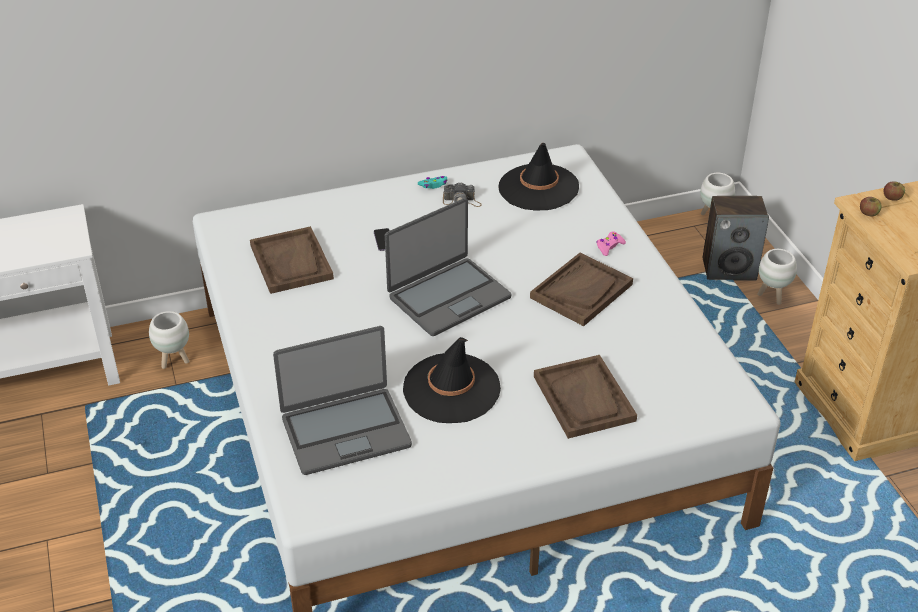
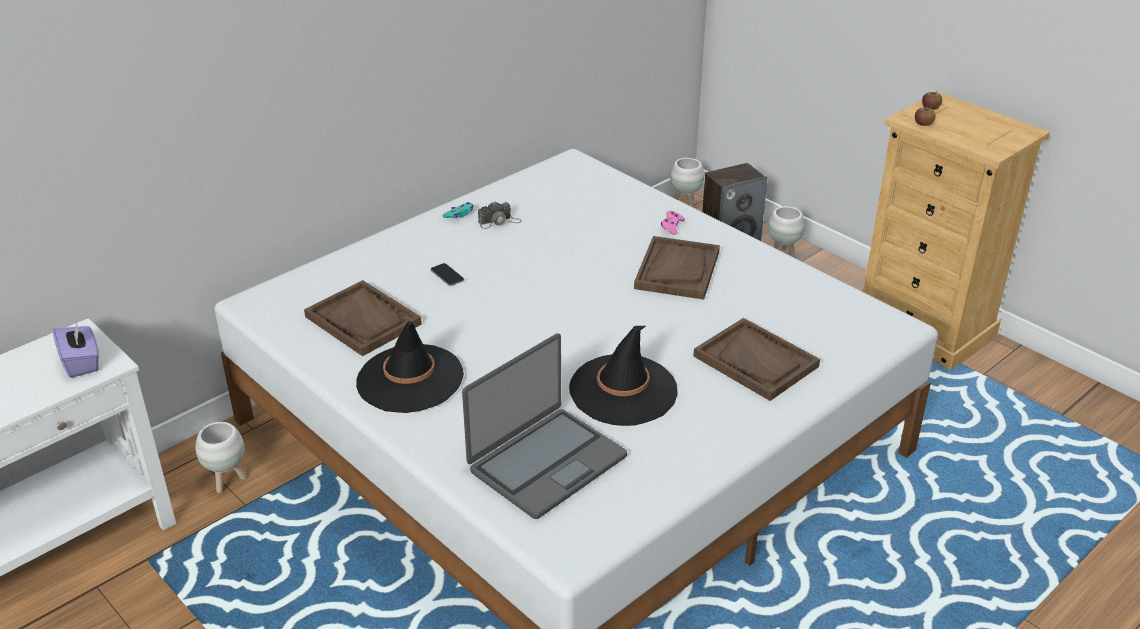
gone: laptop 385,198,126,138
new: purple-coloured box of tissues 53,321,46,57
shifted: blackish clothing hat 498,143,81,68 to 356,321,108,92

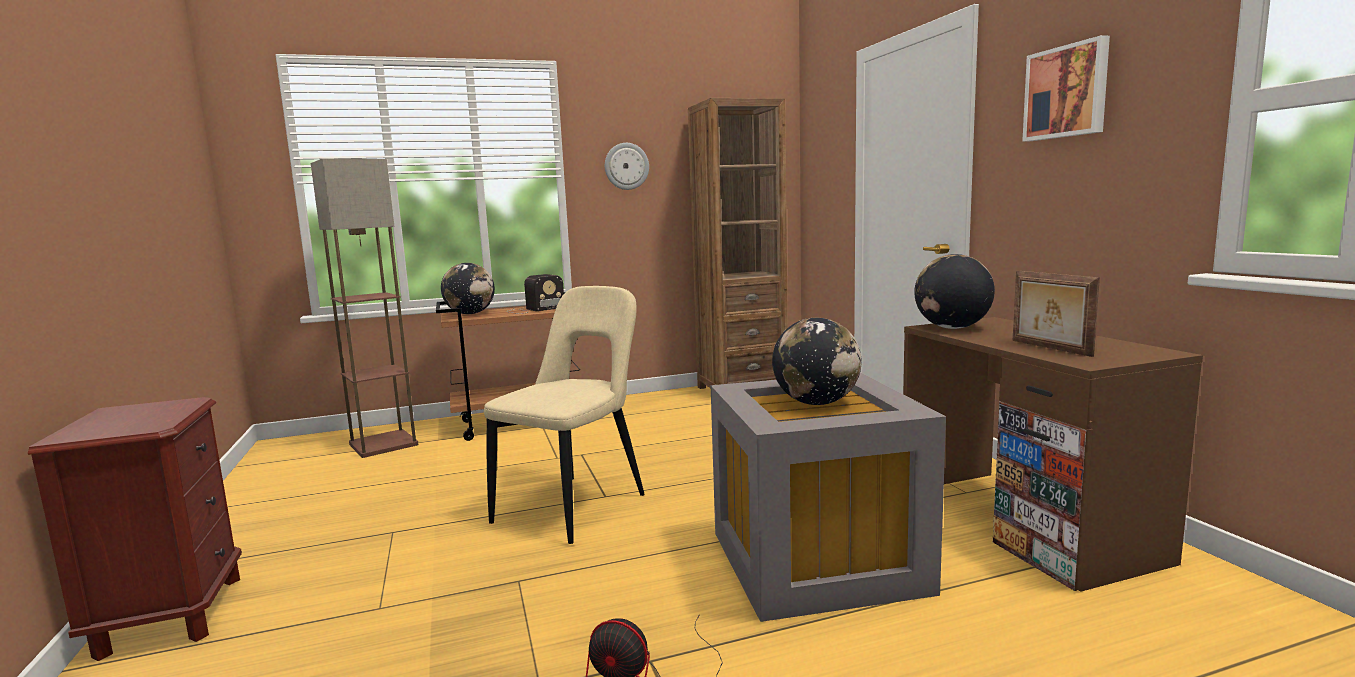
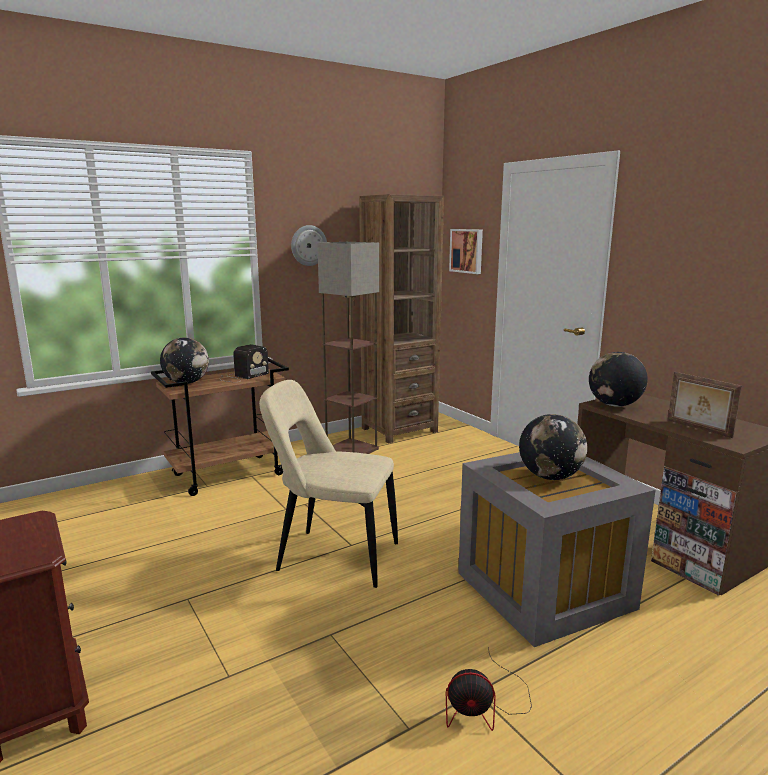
shifted: standard lamp 311,159,108,299 to 317,242,62,212; picture 1022,35,88,106 to 449,229,34,45
rotated: beige chair 484,286,161,258 = 259,380,139,208 90 degrees counterclockwise

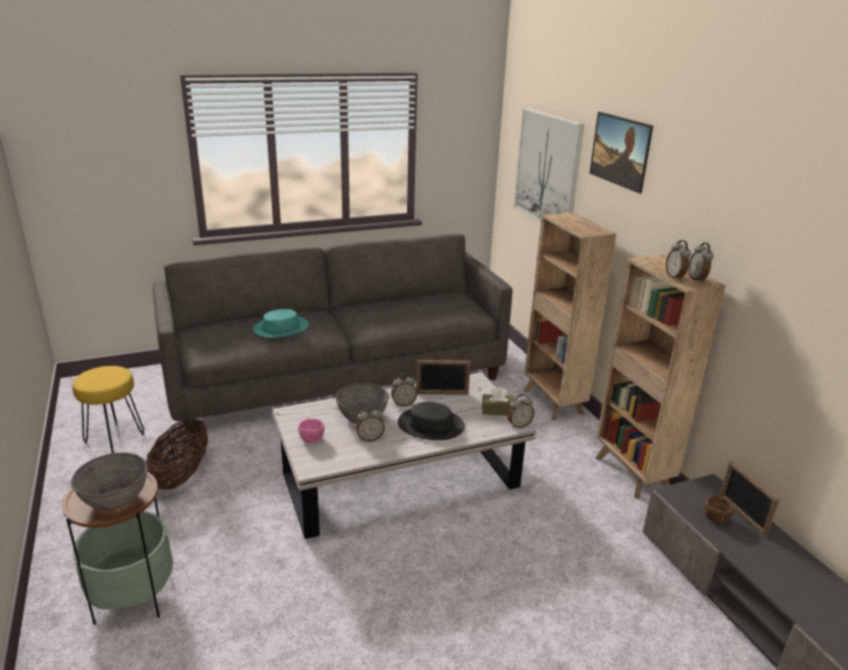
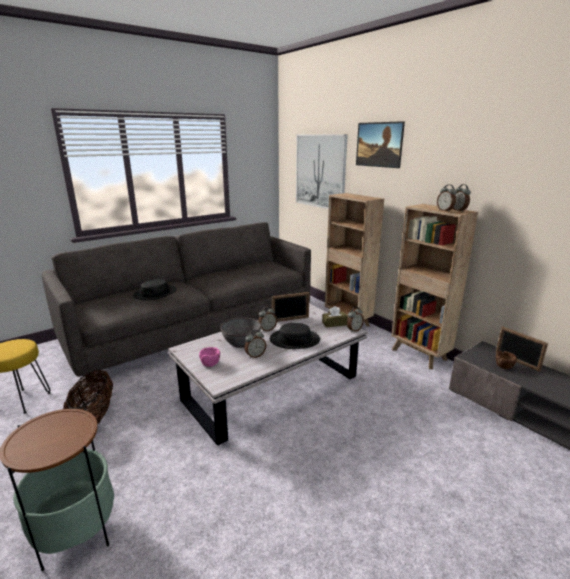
gone: grey bowl 71,453,77,58
repainted: turquoise clothing hat 253,309,56,29 to blackish clothing hat 133,279,43,21

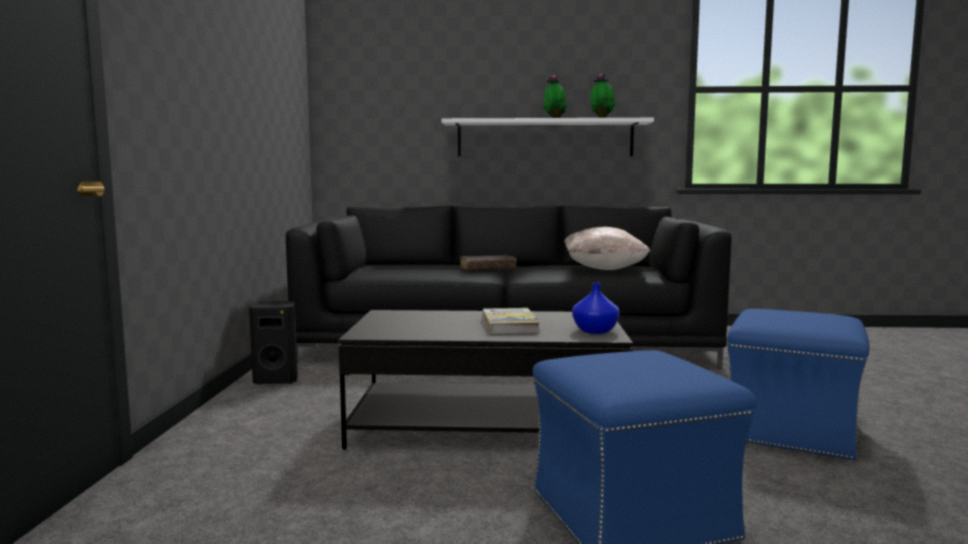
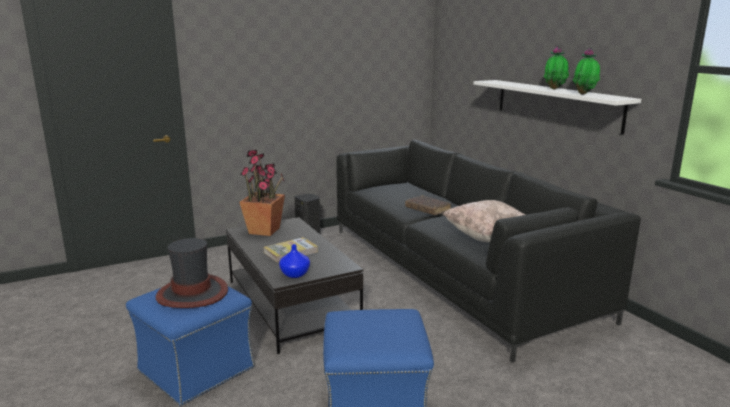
new: clothing hat 156,238,72,70; potted plant 239,150,46,86

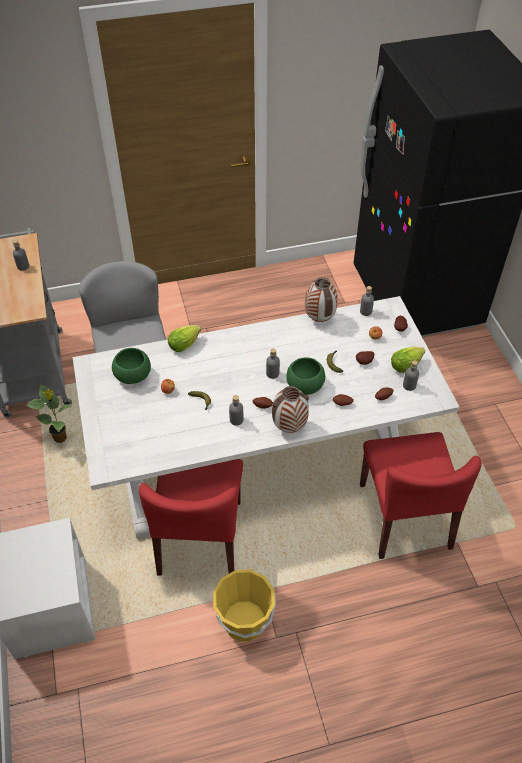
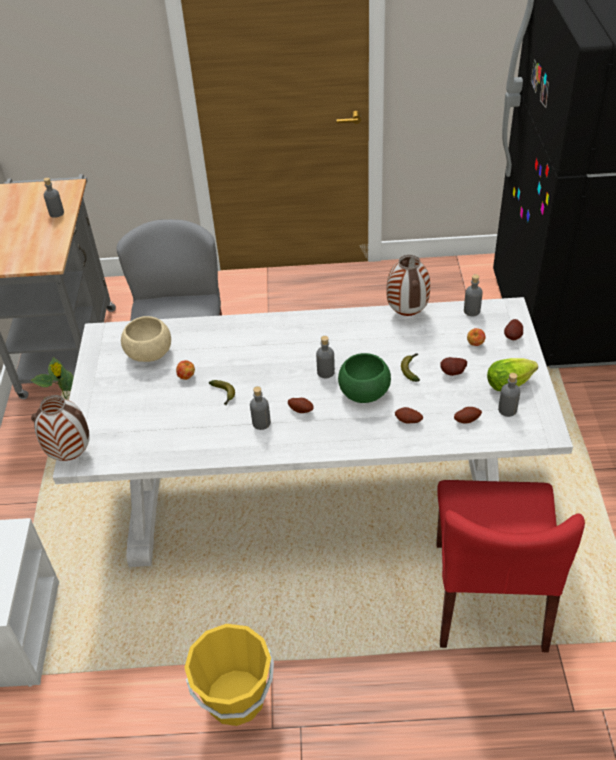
gone: reddish chair 139,459,104,117; head of lettuce 168,325,33,27
shifted: decorative vase 272,386,37,47 to 31,395,59,66
repainted: green-coloured bowl 112,348,39,36 to beige bowl 121,316,50,46

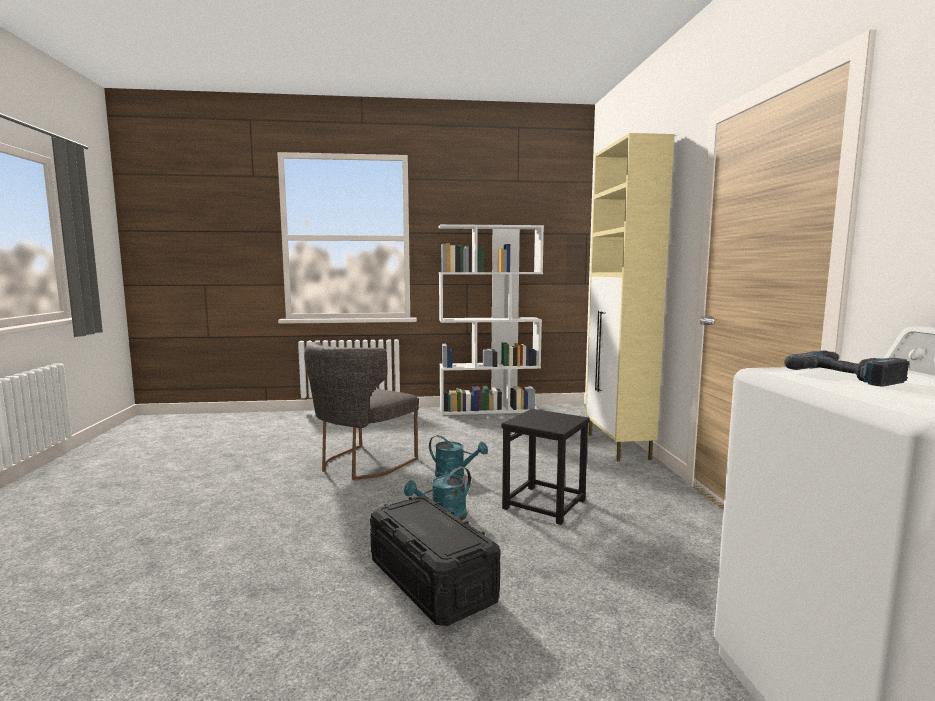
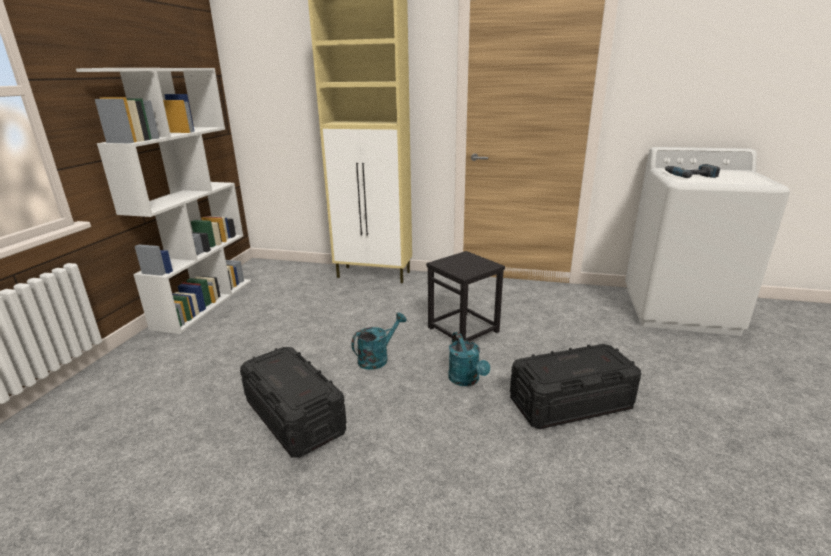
swapped: grey chair 304,341,115,139 to blackish storage bin 240,347,106,111

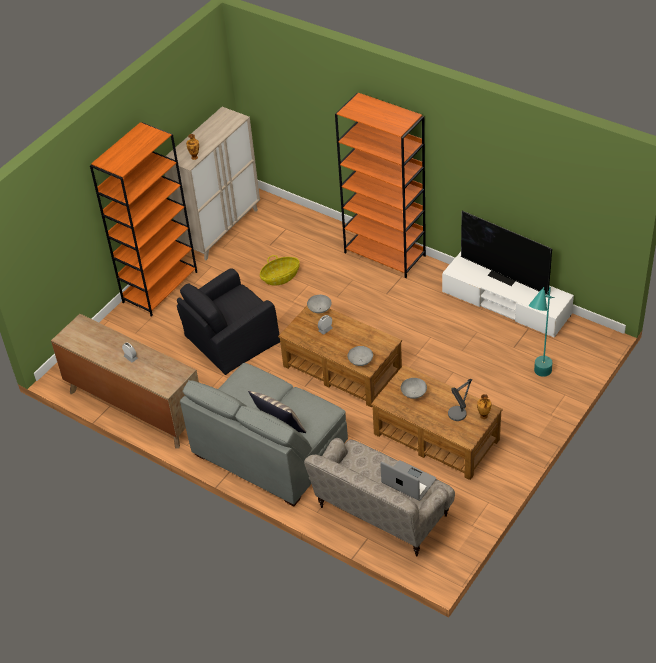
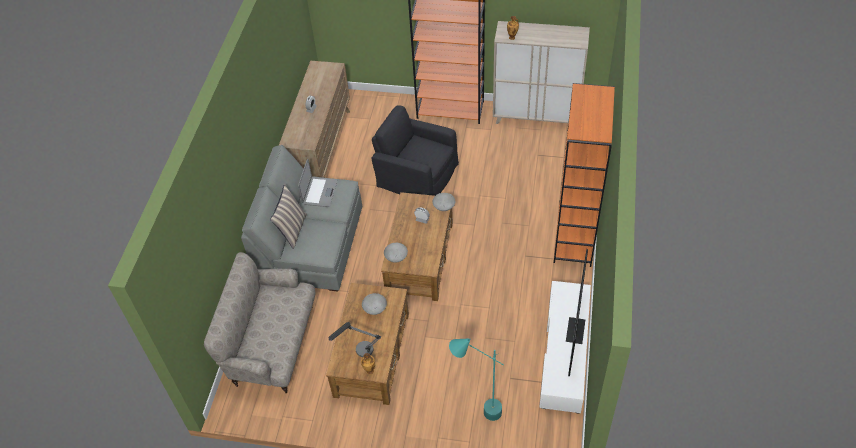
gone: household basket 260,255,40,30
shifted: laptop 380,460,56,41 to 298,159,40,48

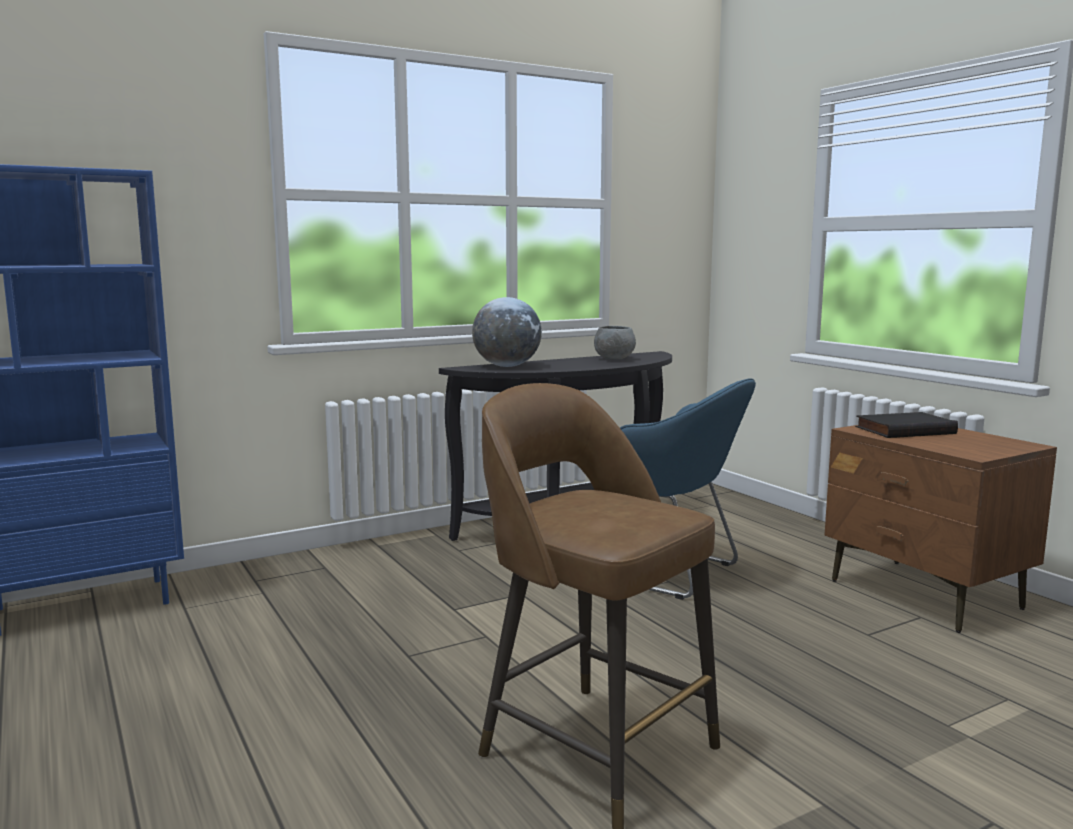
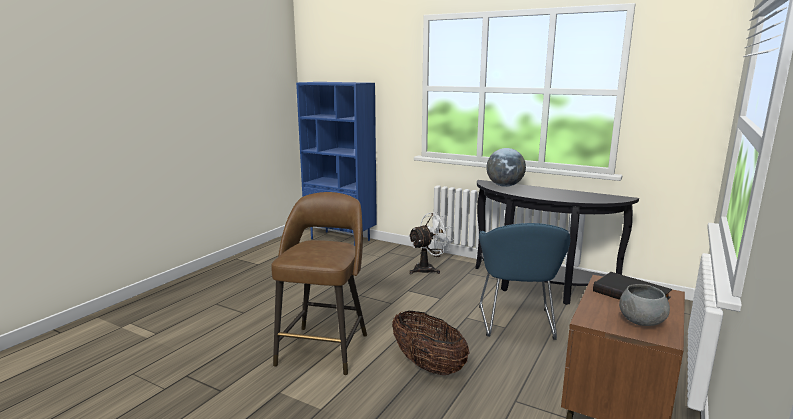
new: household basket 392,311,77,64; white fan 408,212,46,62
shifted: grey bowl 594,326,42,34 to 619,284,51,42

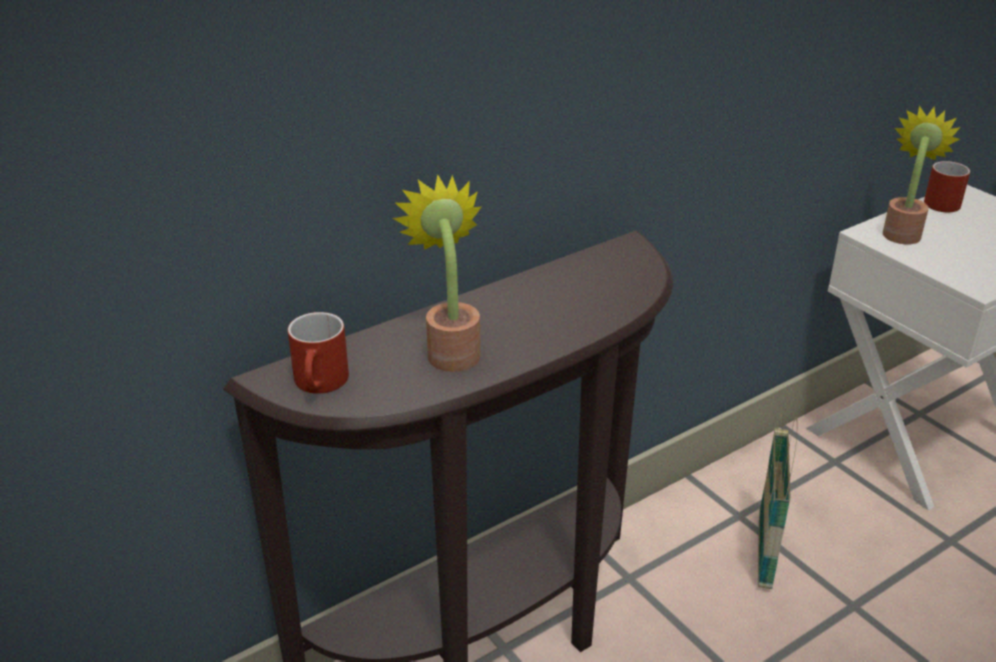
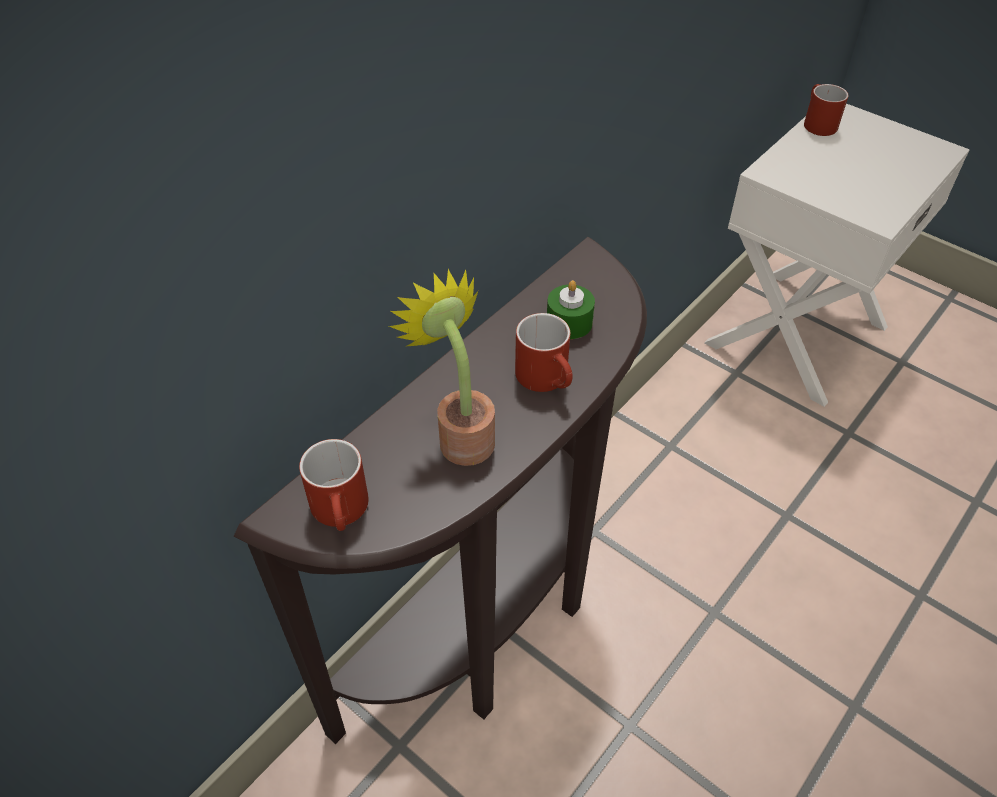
gone: household basket 758,414,39,175; potted plant 883,106,78,138
new: reddish mug 515,313,58,79; green-coloured candle 547,280,48,59

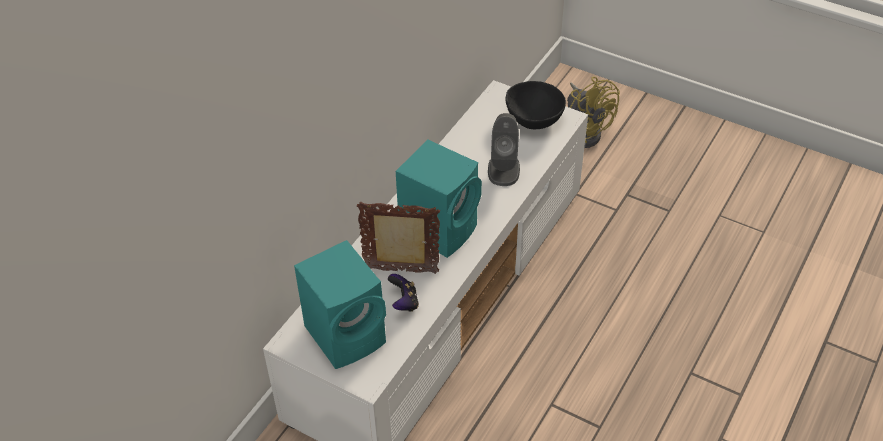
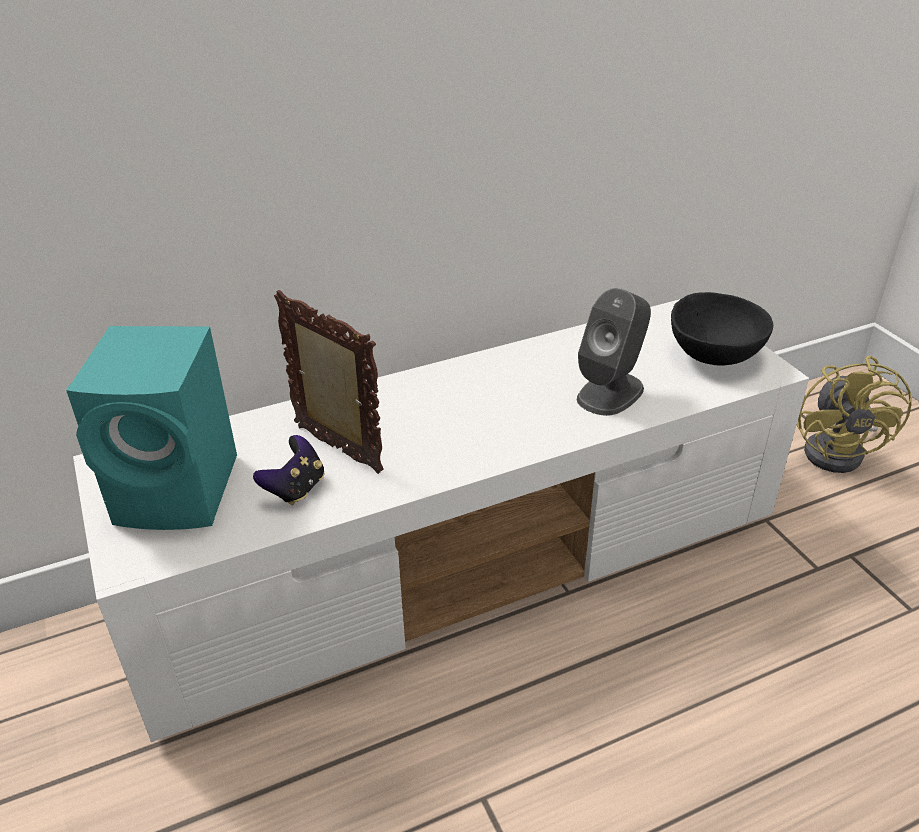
gone: turquoise audio speaker 396,140,86,118

